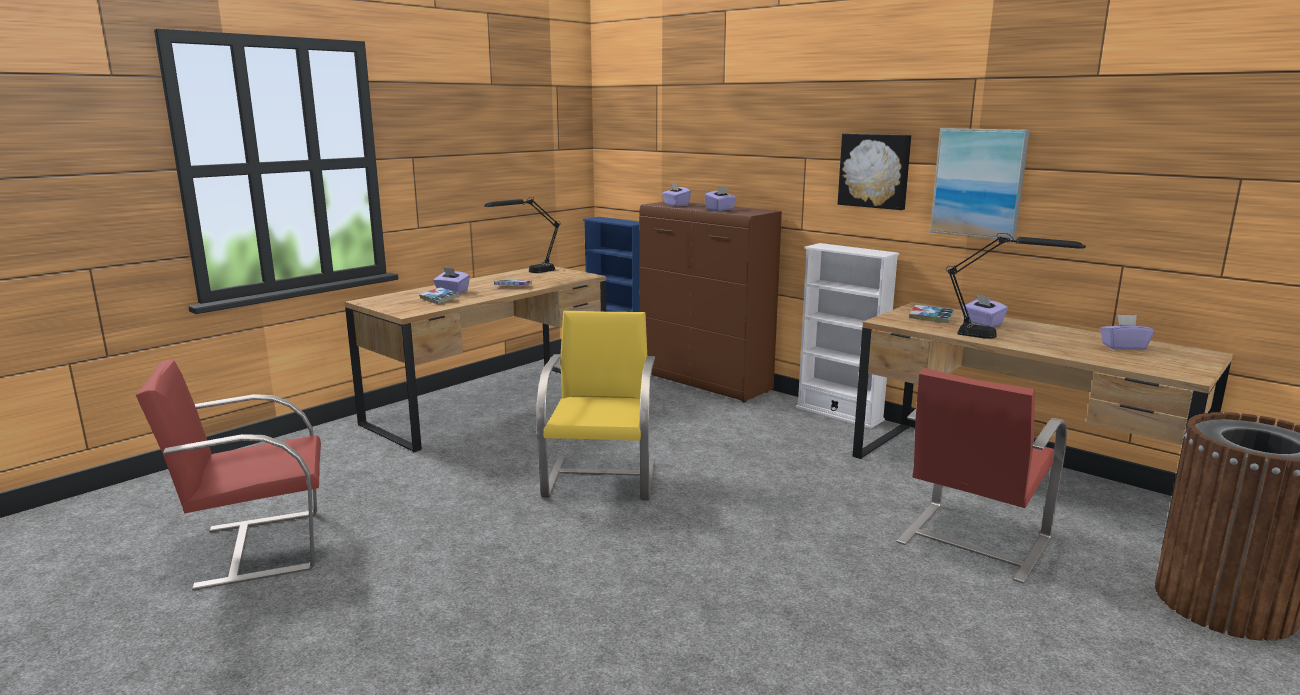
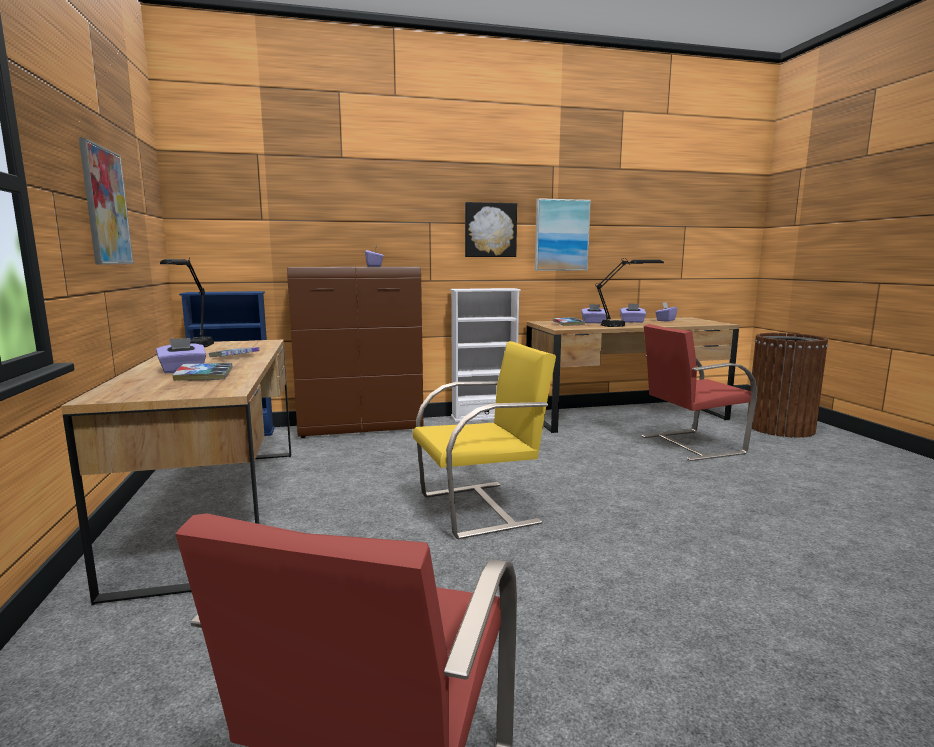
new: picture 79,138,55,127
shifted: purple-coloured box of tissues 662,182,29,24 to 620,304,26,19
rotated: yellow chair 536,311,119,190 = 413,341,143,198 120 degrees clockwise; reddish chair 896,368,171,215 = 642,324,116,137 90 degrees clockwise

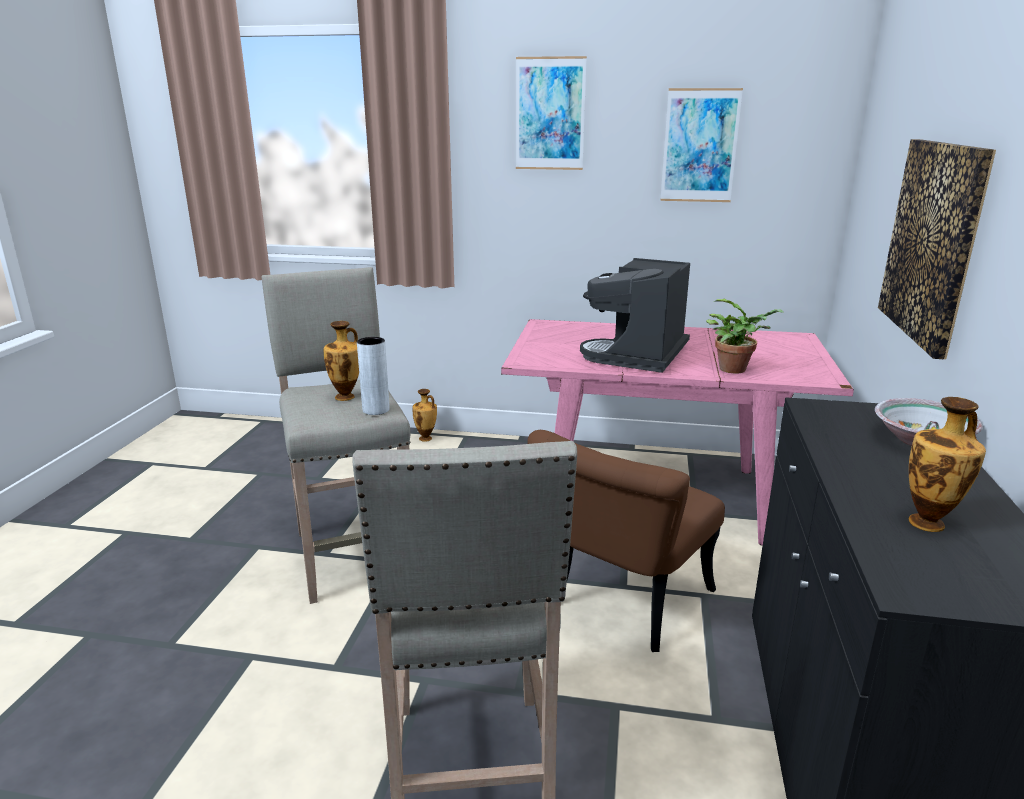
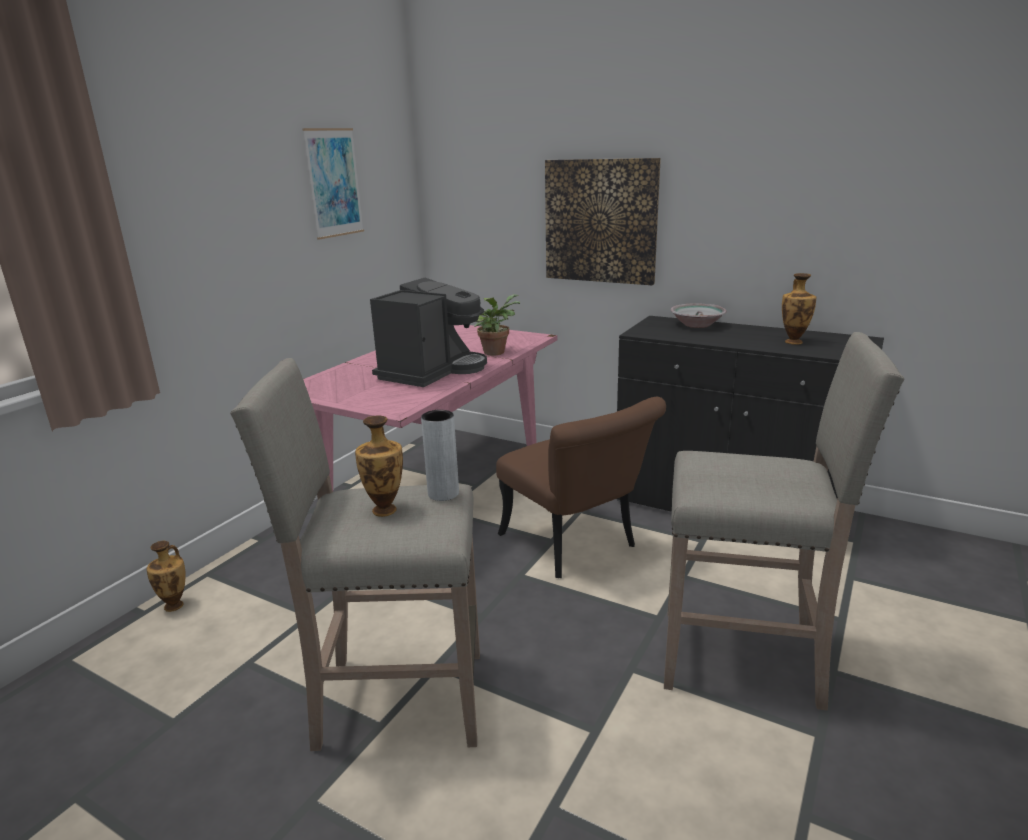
gone: picture 516,56,71,114
rotated: coffee machine 580,258,110,115 = 370,278,117,109 105 degrees counterclockwise

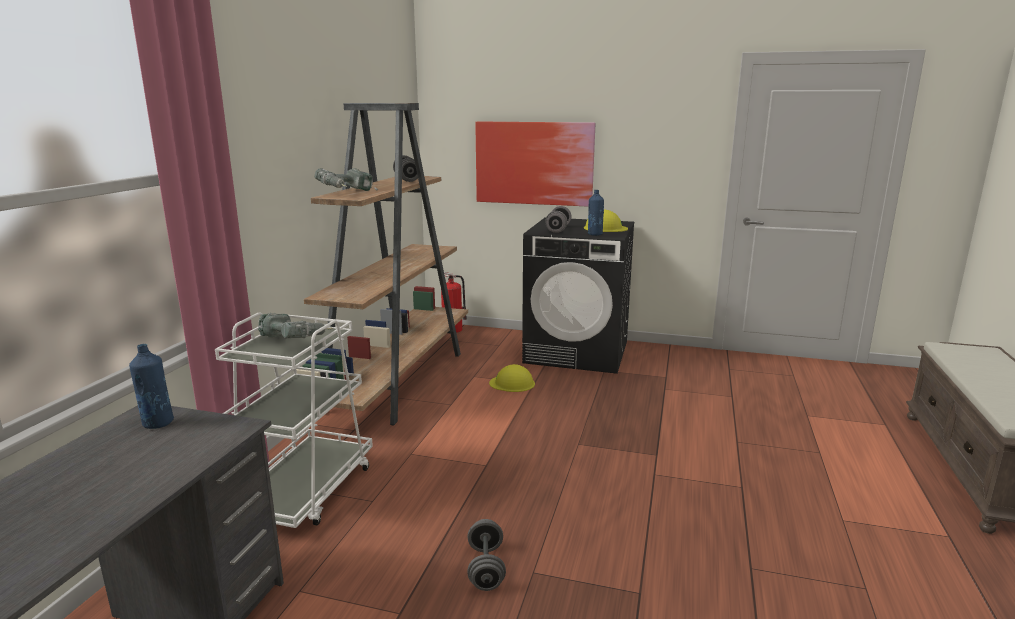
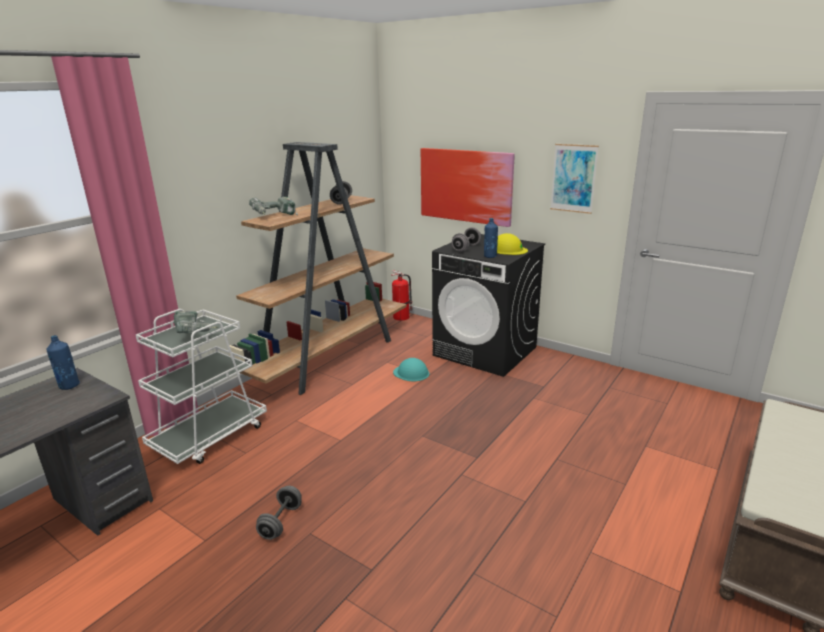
new: picture 550,144,49,70
repainted: yellow hard hat 489,364,46,28 to turquoise hard hat 393,358,36,23

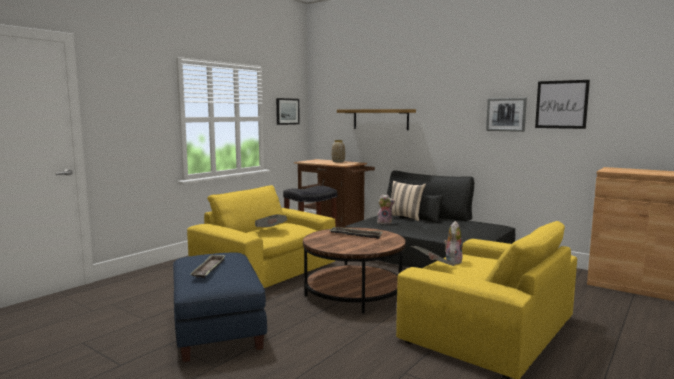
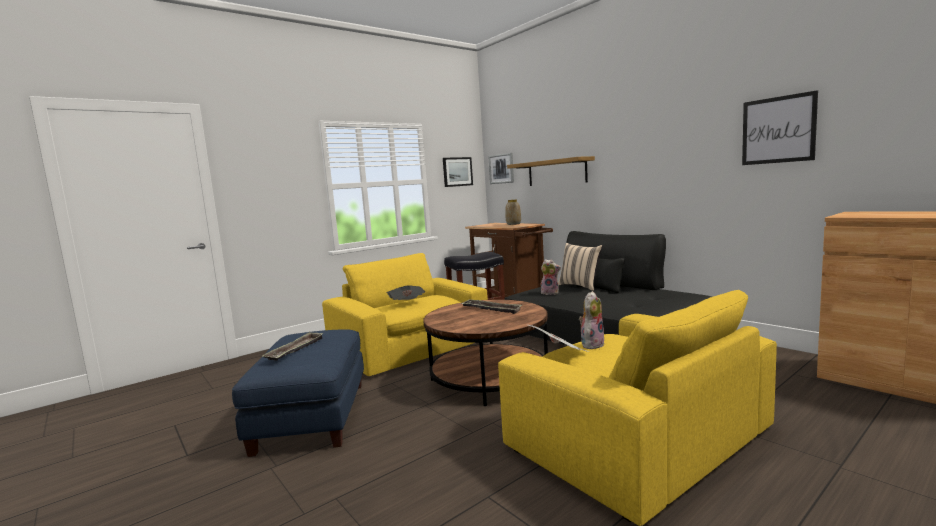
shifted: picture 486,98,41,34 to 488,153,26,31

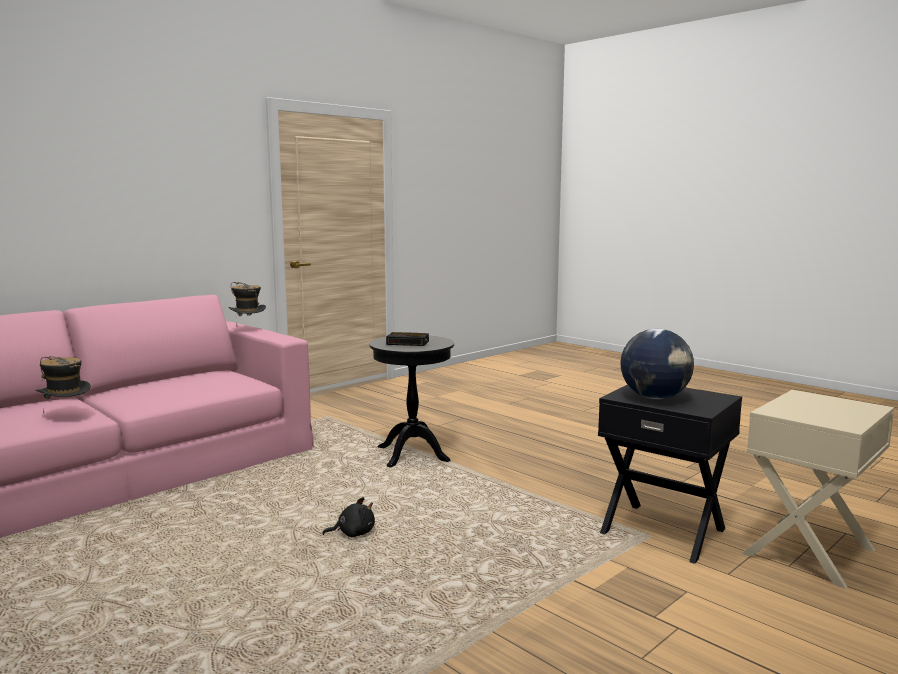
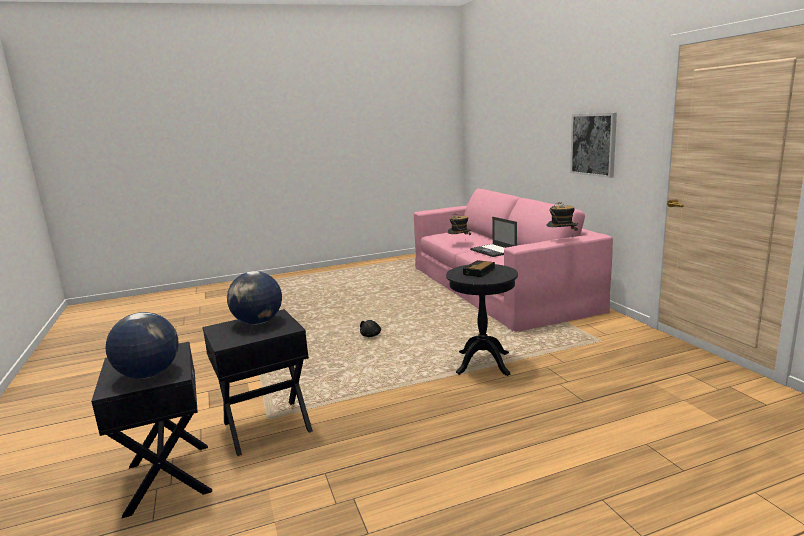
new: globe 105,312,74,67; laptop 470,217,47,40; picture 570,113,47,65
repainted: beige end table 741,390,153,199 to blackish end table 91,342,121,176

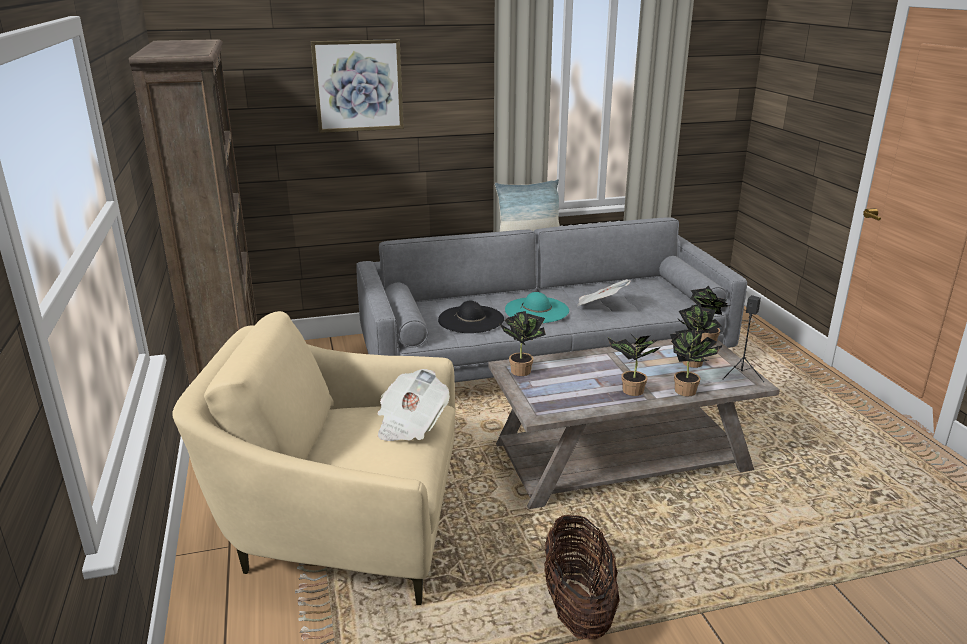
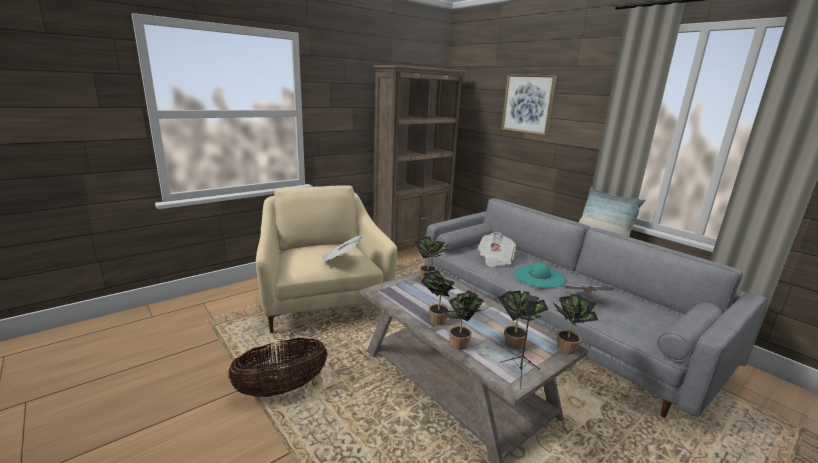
swapped: blackish clothing hat 438,301,66,32 to newspaper 478,232,38,35

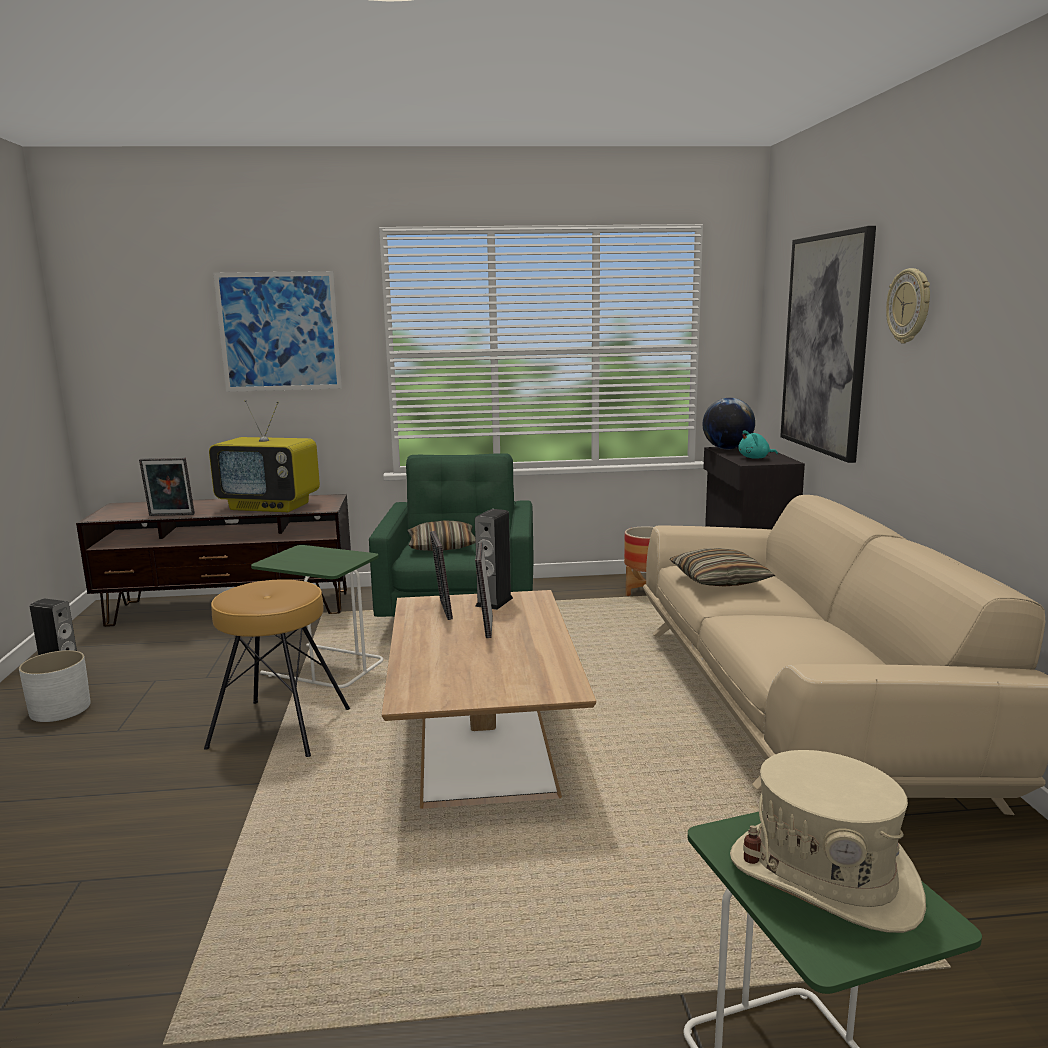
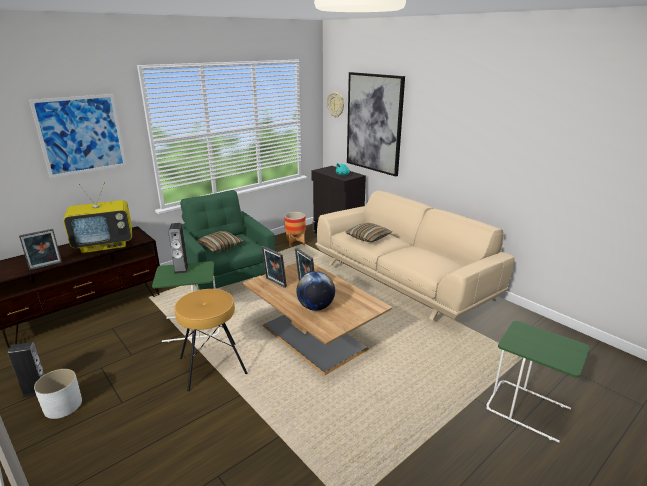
gone: beige clothing hat 730,750,196,183
shifted: audio speaker 475,509,38,101 to 168,223,21,51; globe 703,398,52,51 to 296,271,39,40; hanging clock 886,268,44,75 to 327,92,17,26

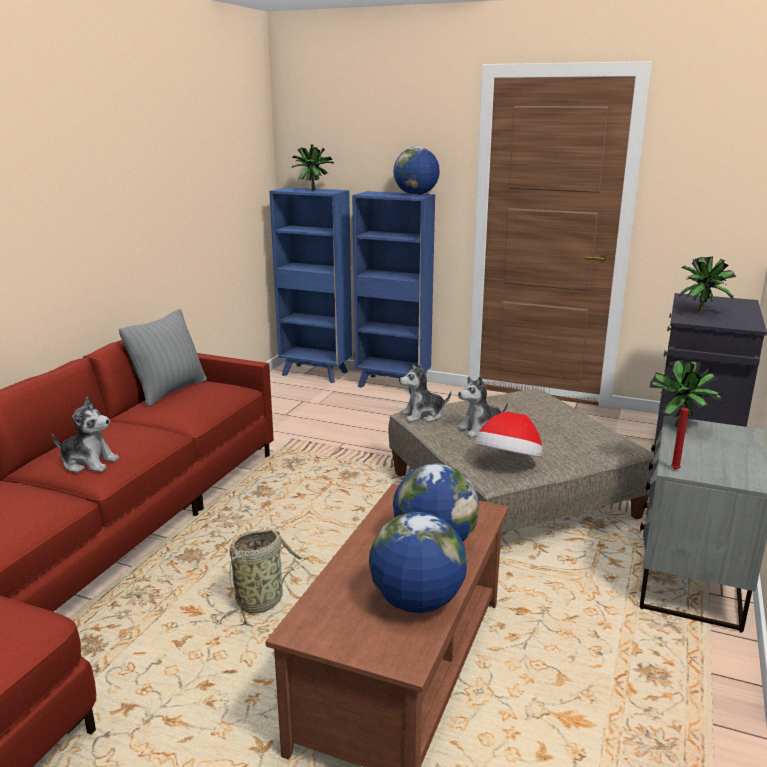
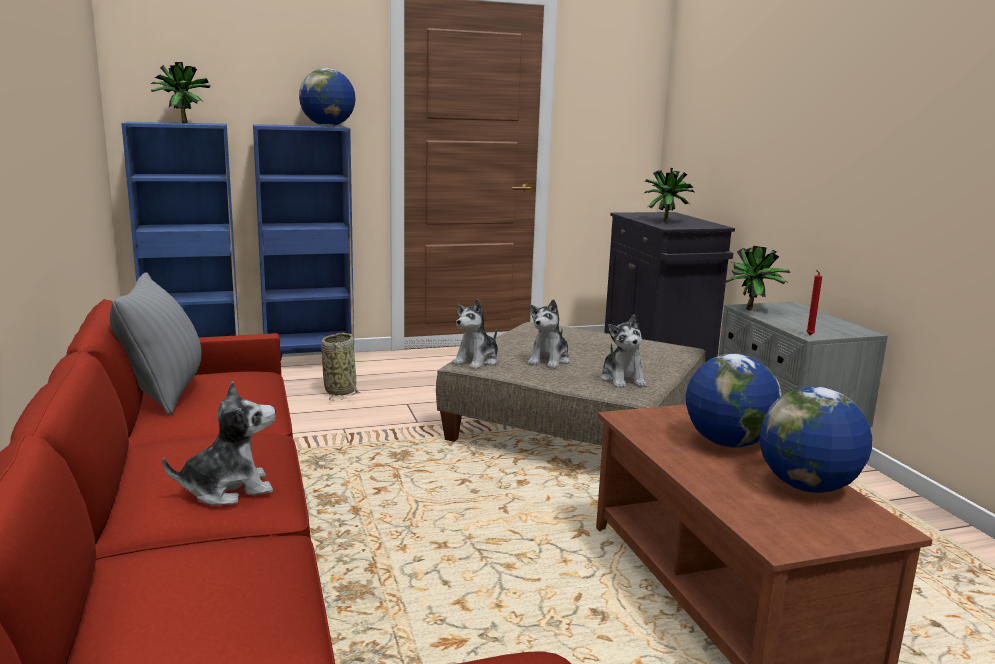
shifted: household basket 220,530,89,96 to 321,333,39,68
swapped: clothing hat 475,412,68,46 to soft toy 601,314,46,74

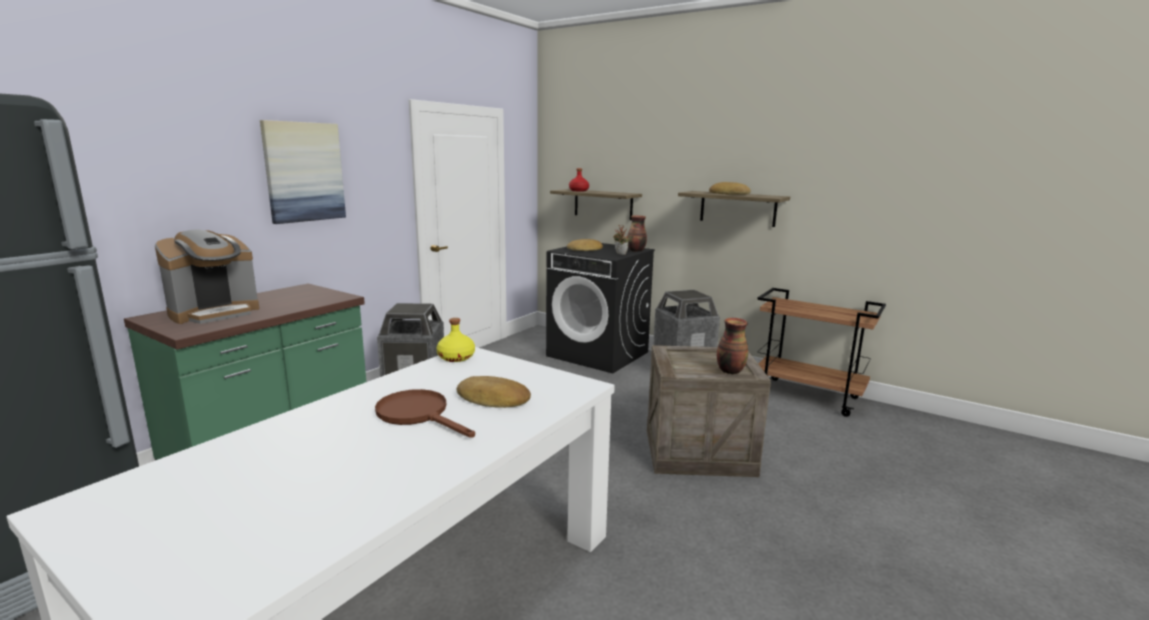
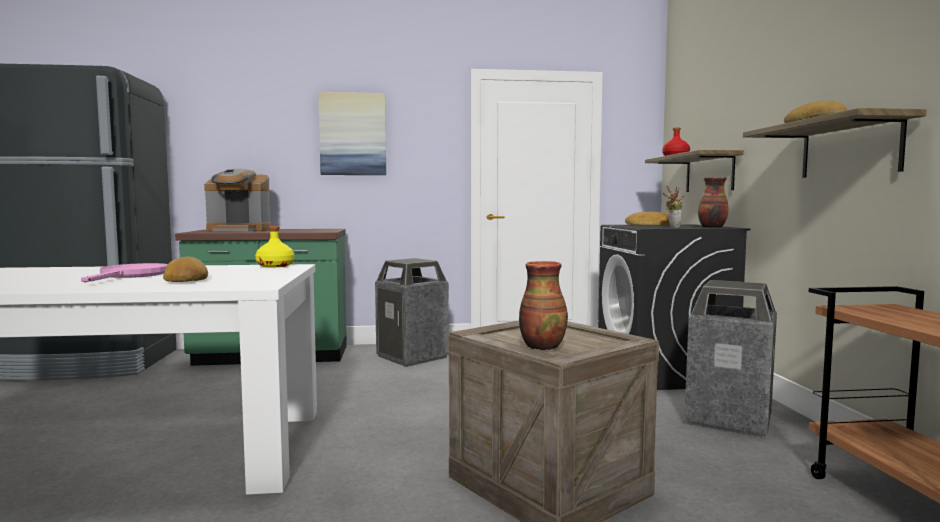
repainted: brownish frying pan 375,389,100,49 to pinkish frying pan 81,263,87,20

